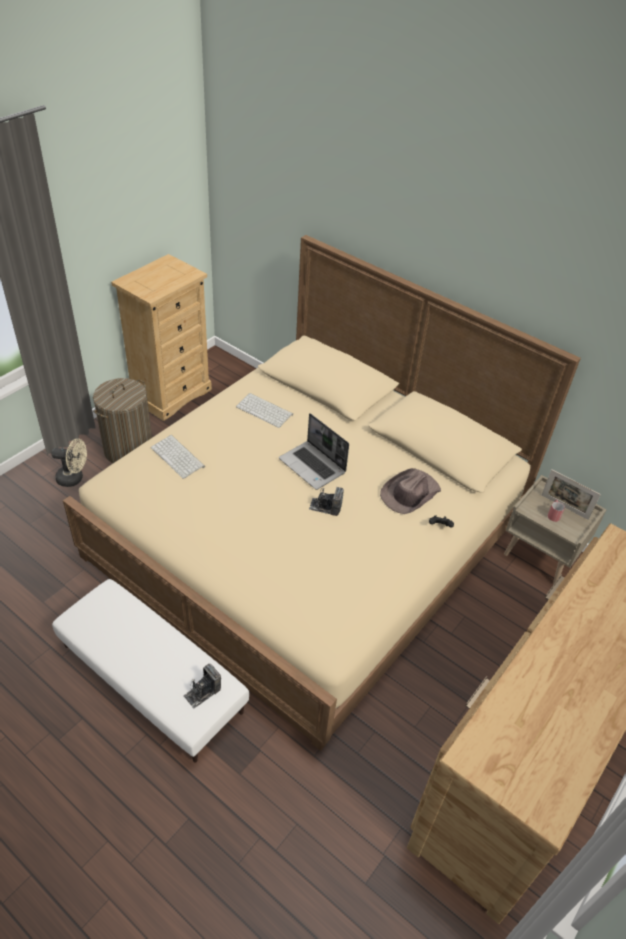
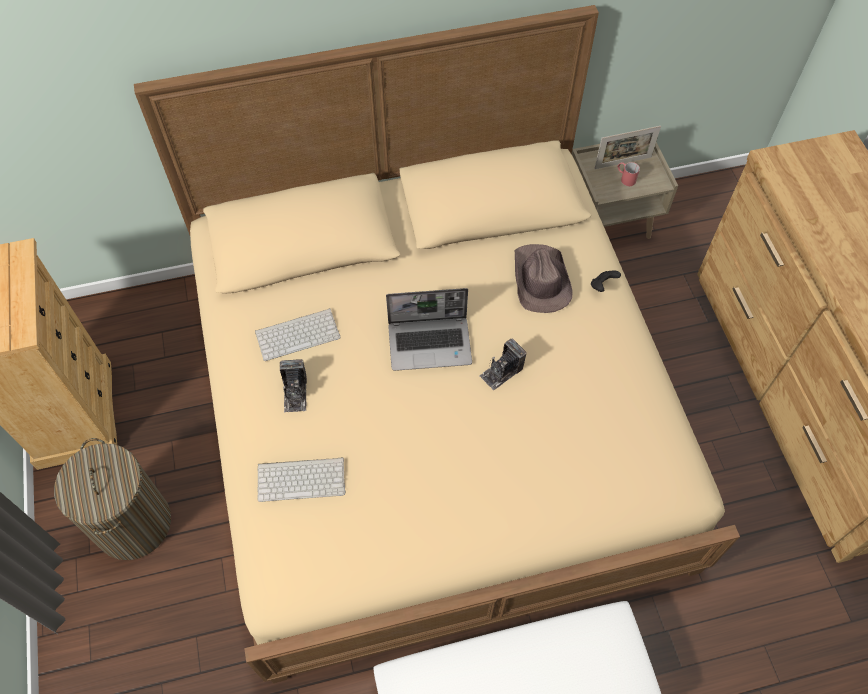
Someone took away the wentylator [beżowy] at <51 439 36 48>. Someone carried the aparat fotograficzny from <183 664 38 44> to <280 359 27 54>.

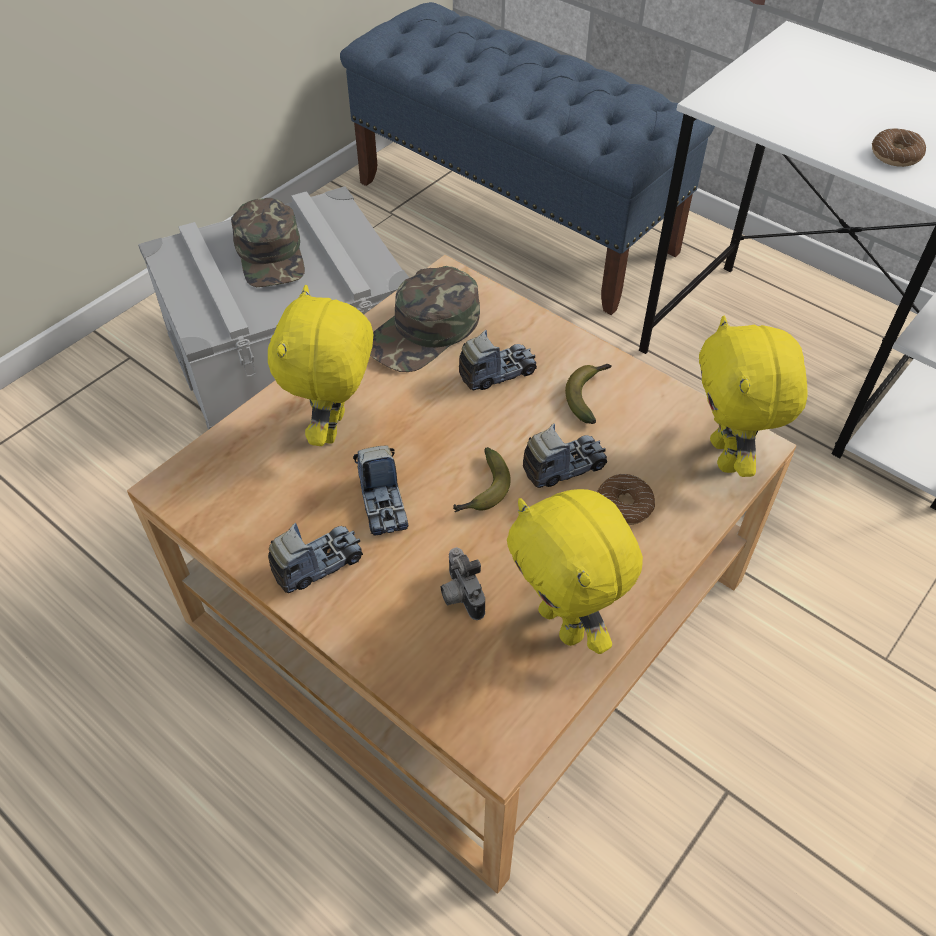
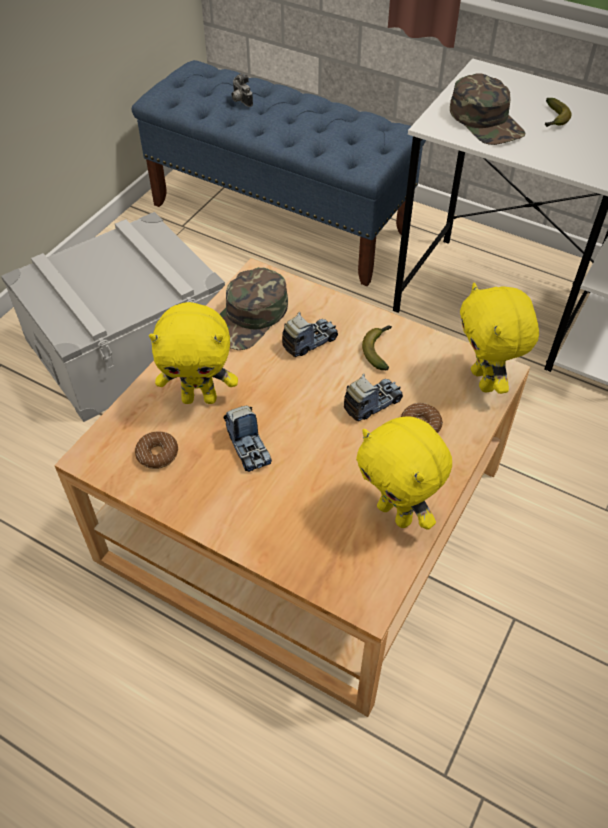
Someone carried the donut from <872 129 54 38> to <135 431 43 38>. Someone carried the czapka z daszkiem [zielony] from <231 198 74 89> to <450 73 75 72>. Someone rotated the pluszak [żółty] at <268 285 105 161> by 90 degrees counterclockwise. Someone carried the banan from <453 447 58 65> to <545 98 27 29>. Someone took away the ciężarówka zabawkowa at <268 523 95 70>. Someone carried the aparat fotograficzny from <440 547 45 73> to <231 73 22 34>.

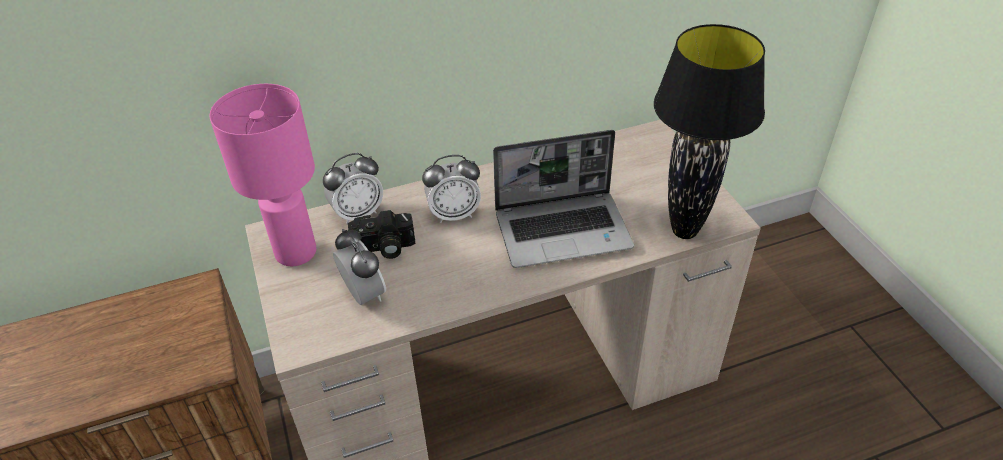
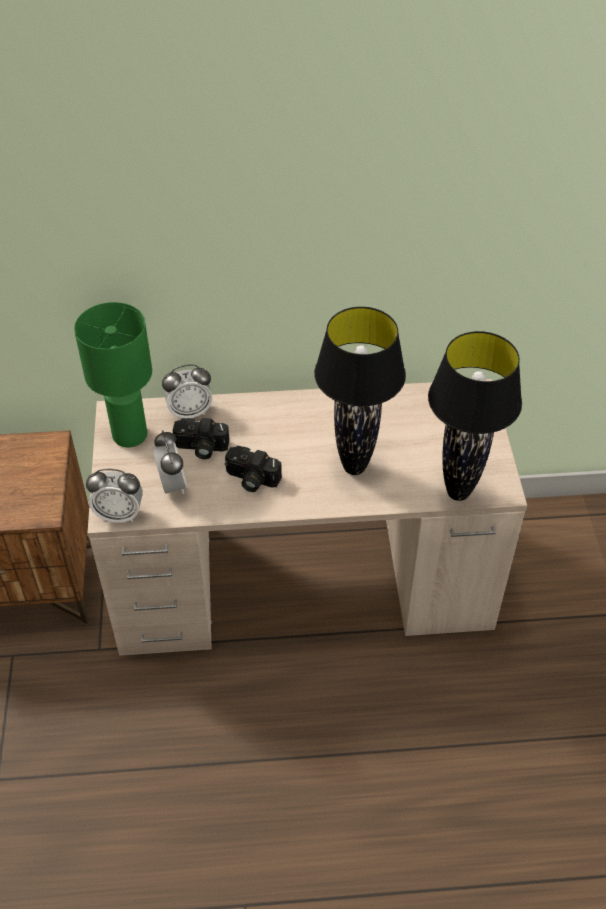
Someone repainted the lampa stołowa [różowy] at <209 84 108 182>, which became the lampa stołowa [zielony] at <74 302 78 145>. Someone swapped the laptop at <493 130 141 138> for the lampa stołowa [czarny] at <314 307 92 168>. Someone carried the budzik from <422 155 59 68> to <86 469 57 54>. Someone put down the aparat fotograficzny at <225 446 57 46>.

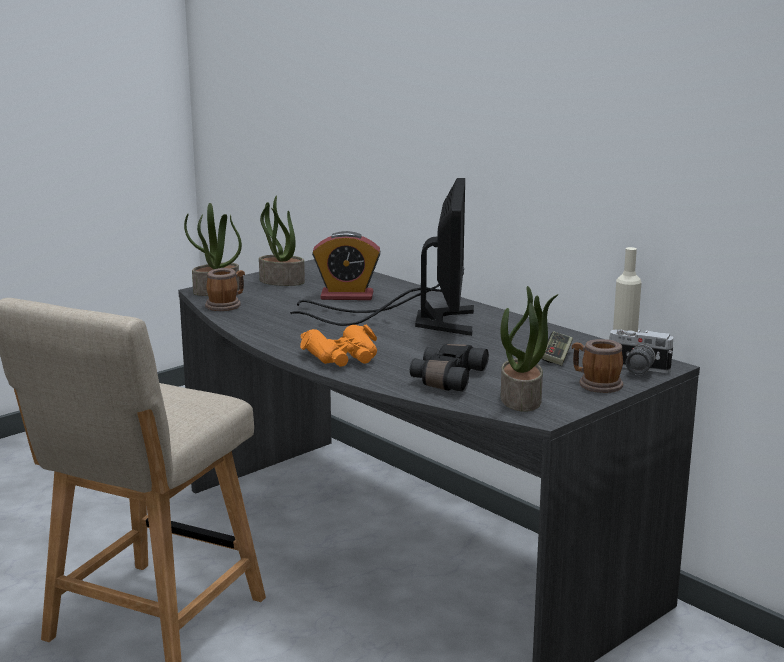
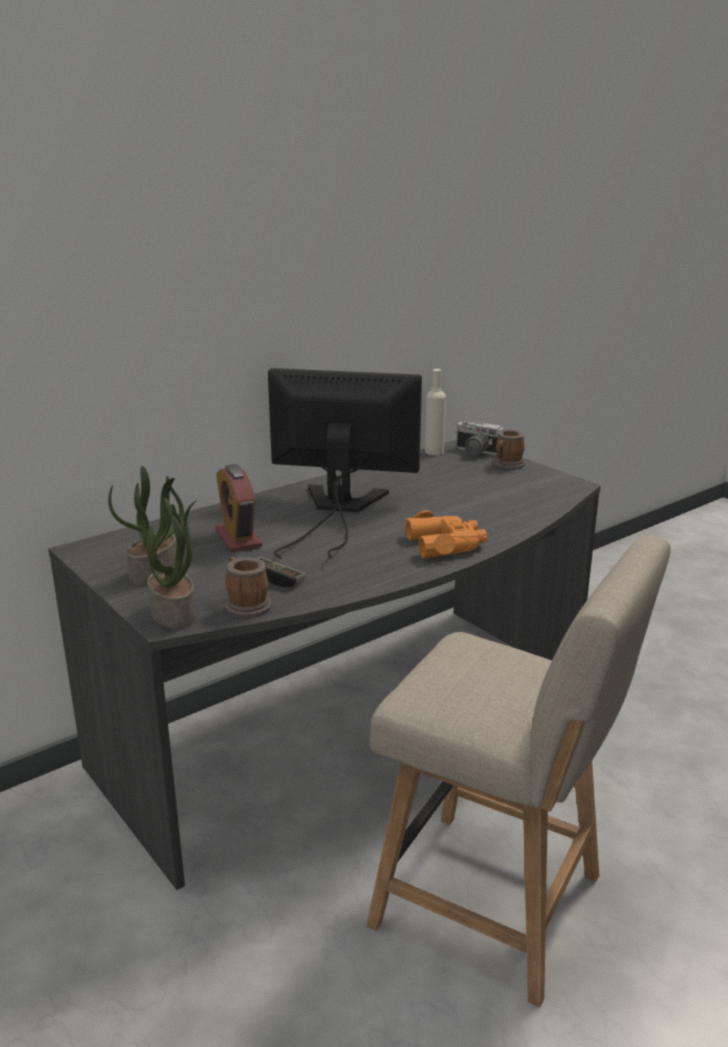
Someone rotated the budzik at <312 231 69 69> by 150 degrees clockwise. Someone took away the roślina doniczkowa at <501 286 58 126>. Someone rotated the aparat fotograficzny at <609 330 64 45> by 90 degrees clockwise. Someone carried the pad do gier from <541 331 32 35> to <256 557 50 30>. Someone took away the lornetka [czarny] at <410 344 79 48>.

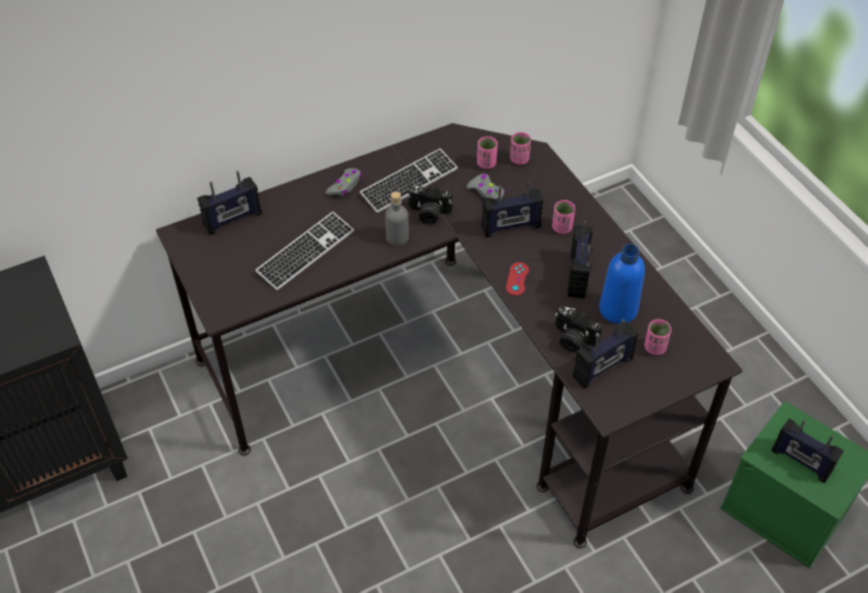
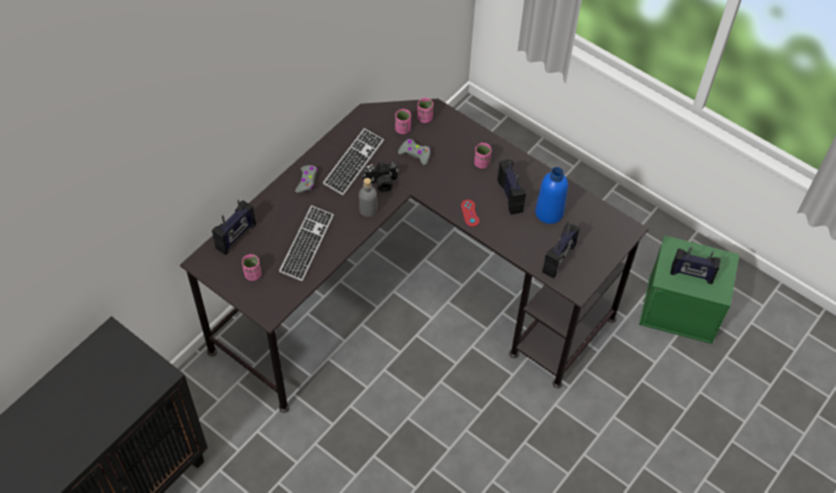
Someone took away the radio at <481 181 62 56>. Someone took away the aparat fotograficzny at <555 306 47 47>. Someone carried the filiżanka [różowy] from <644 319 28 36> to <242 254 19 27>.

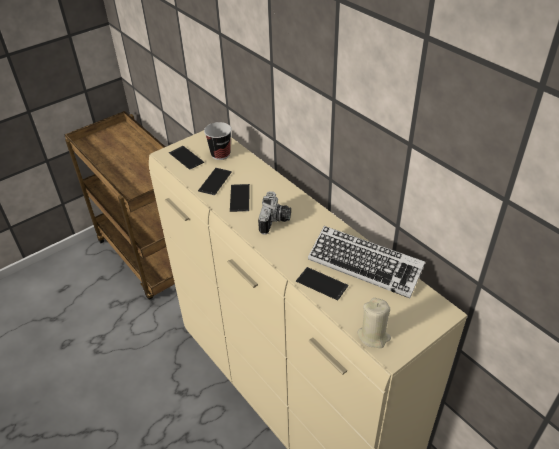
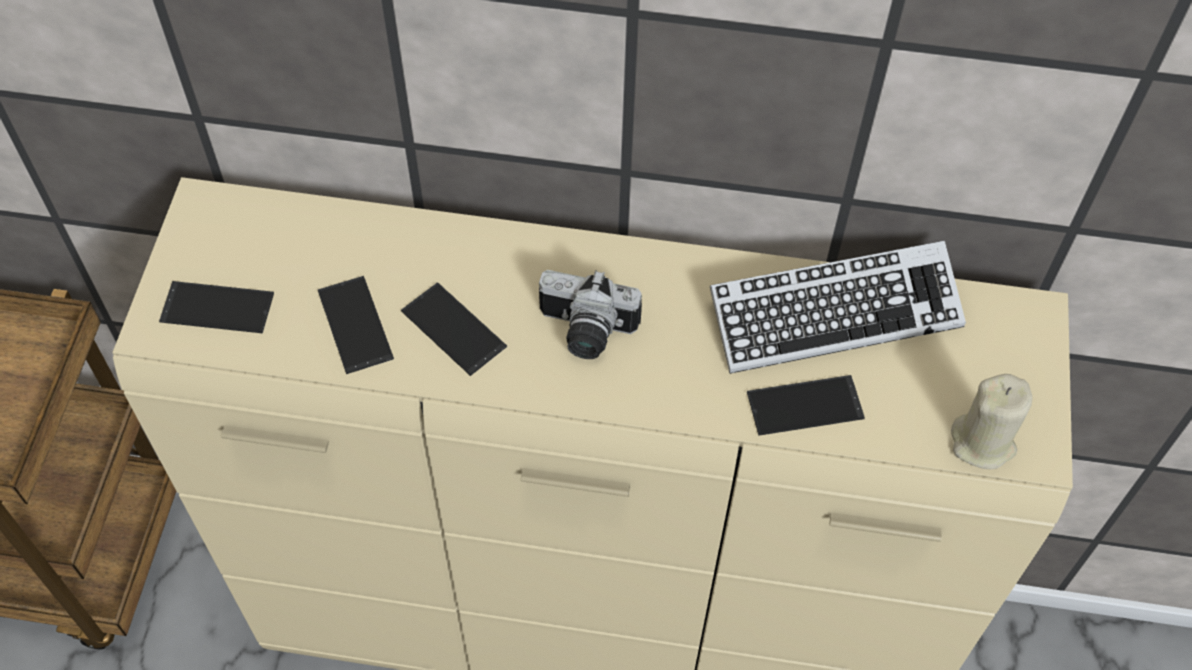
Someone took away the filiżanka at <204 122 28 38>. Someone rotated the aparat fotograficzny at <258 191 33 44> by 135 degrees clockwise.

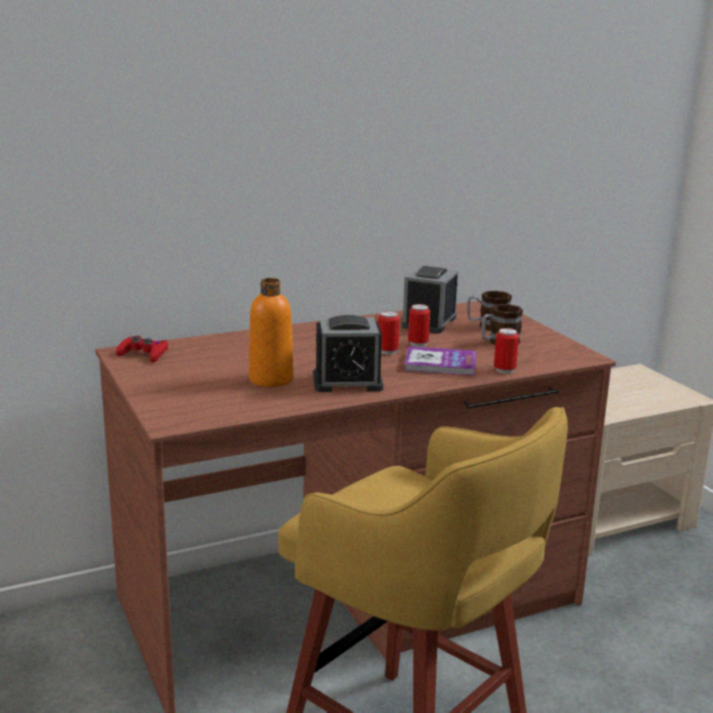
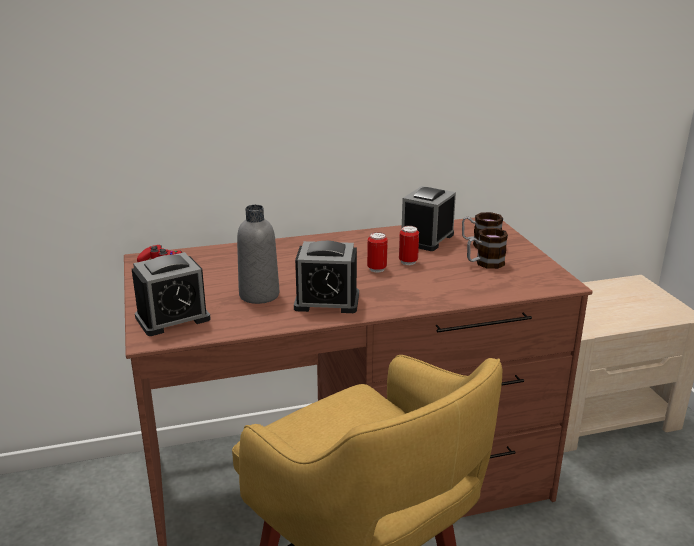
Someone repainted the butelka [pomarańczowy] at <249 278 44 109>, which became the butelka [szary] at <237 205 42 99>. Someone took away the puszka at <494 328 25 46>. Someone took away the książka at <404 346 72 30>. Someone put down the budzik at <132 252 79 84>.

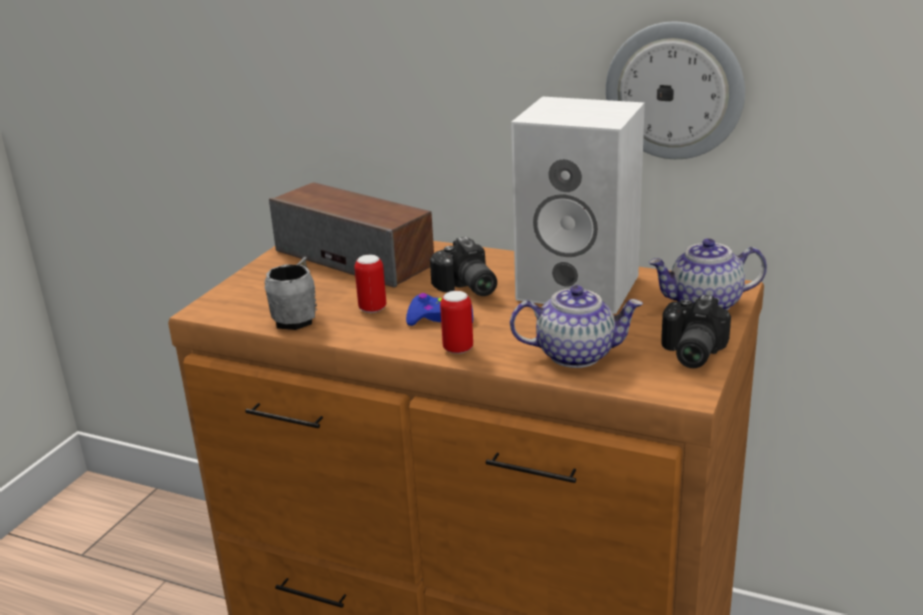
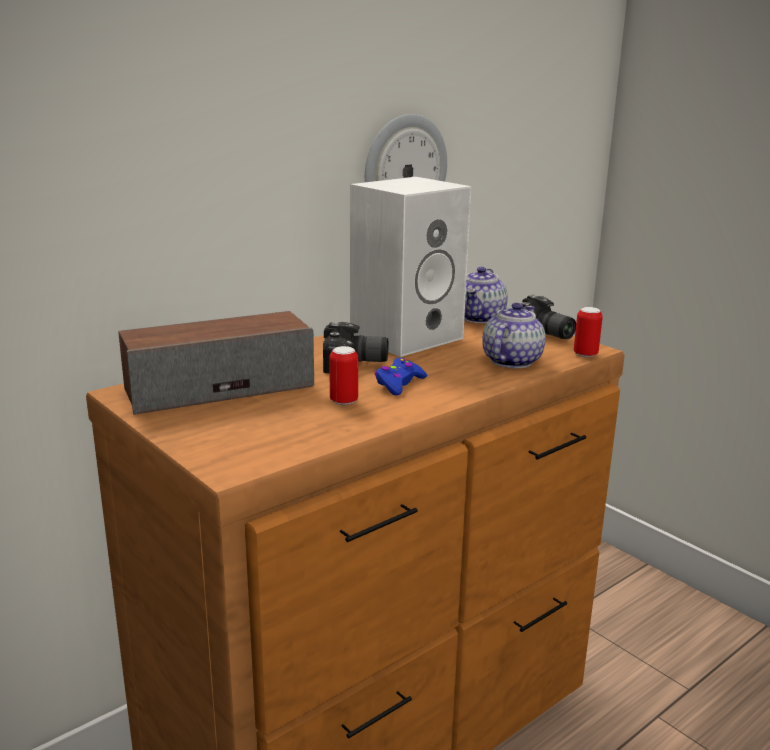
Someone took away the kubek [szary] at <265 257 52 73>. Someone carried the puszka from <440 291 33 63> to <574 307 29 50>.

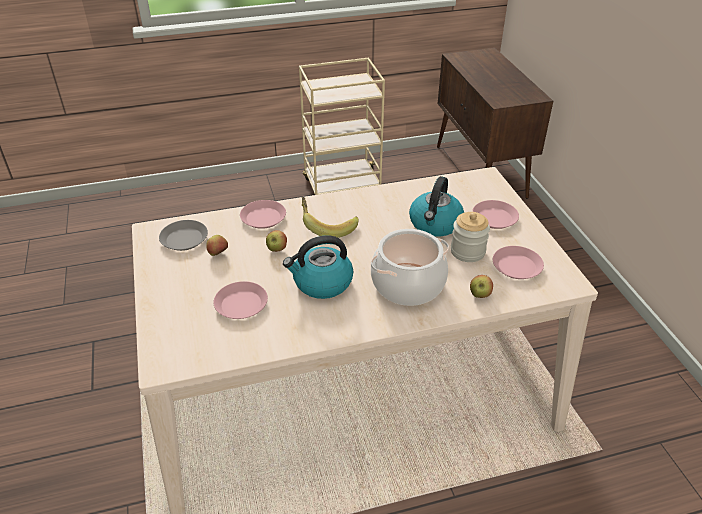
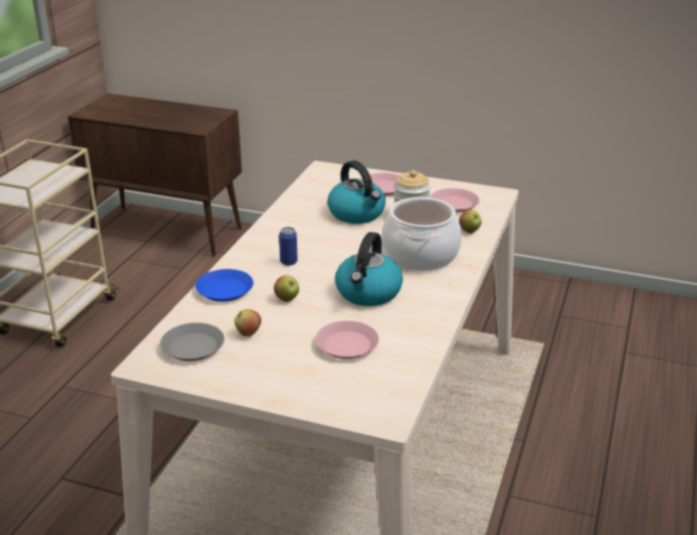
Someone swapped the banan at <302 197 57 41> for the puszka at <279 227 19 39>. Someone repainted the talerz [różowy] at <240 200 46 29>, which became the talerz [niebieski] at <195 269 58 33>.

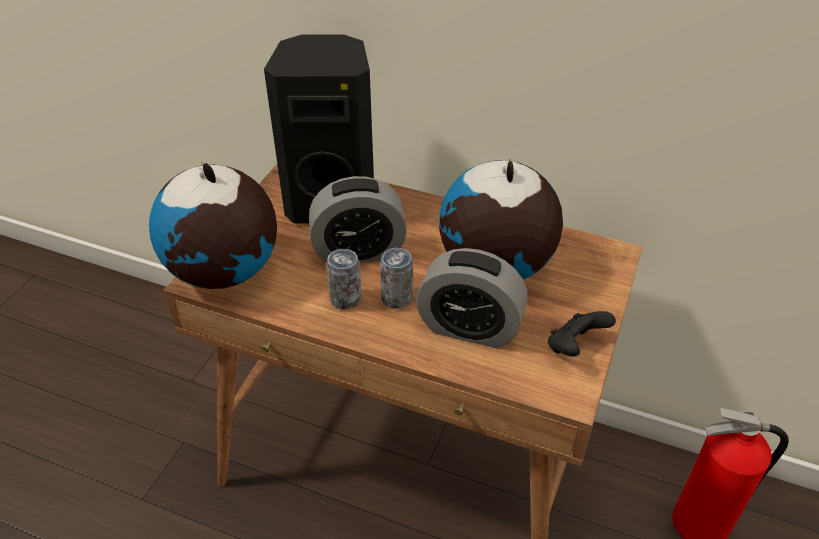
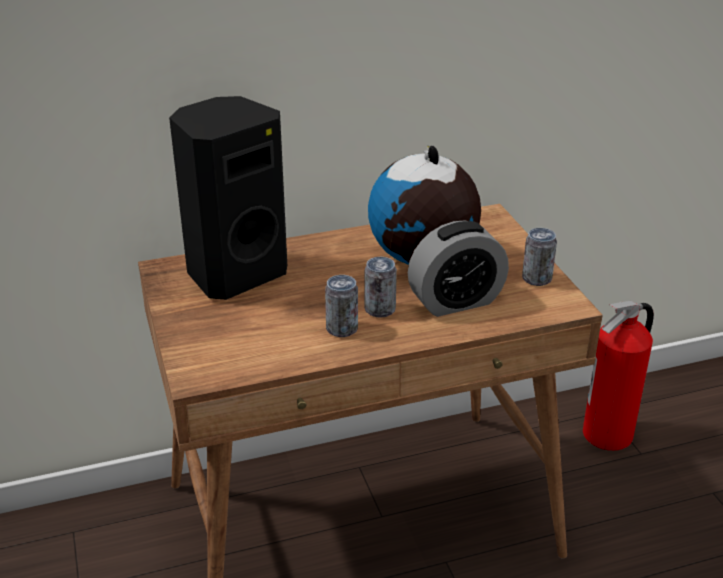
Someone took away the globus at <149 162 128 127>. Someone took away the budzik at <309 176 98 87>. Someone swapped the pad do gier [czarny] at <548 311 68 45> for the puszka at <522 228 35 58>.

